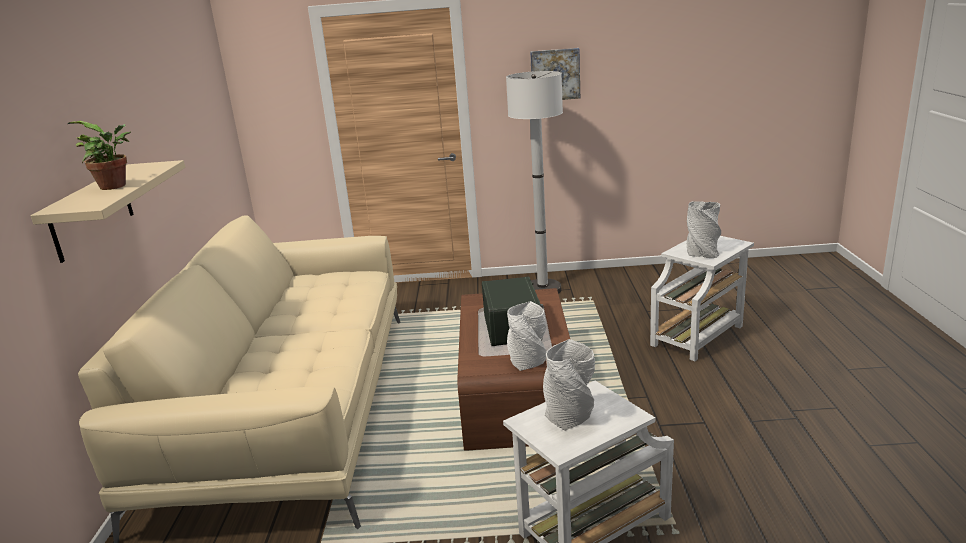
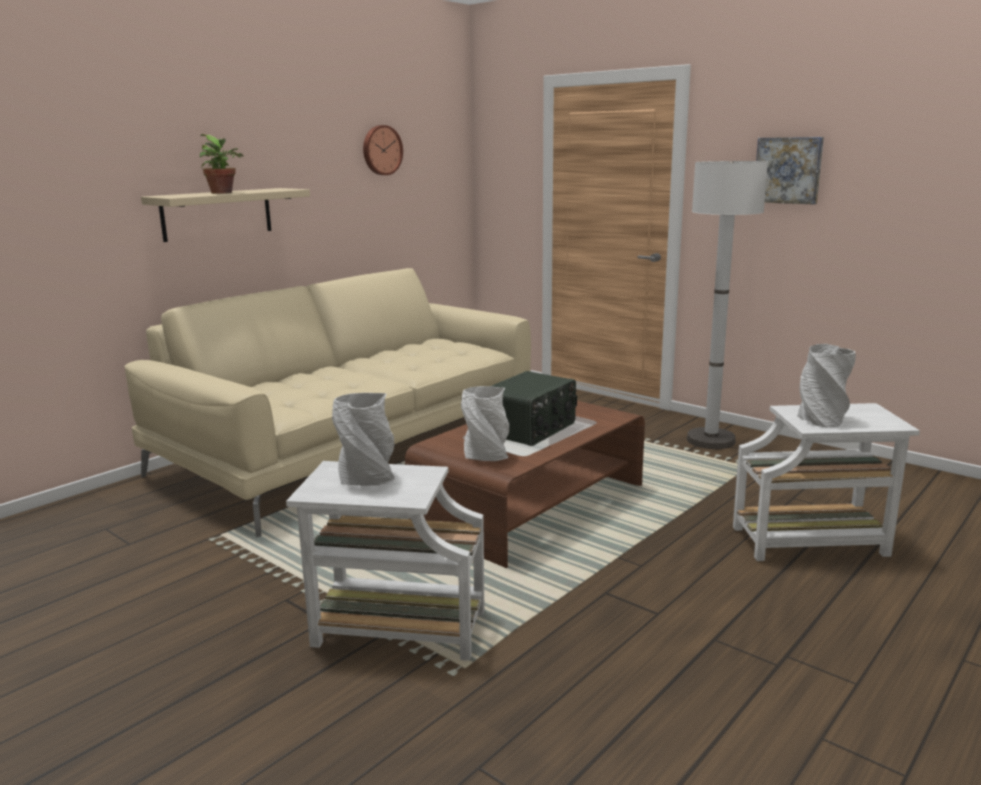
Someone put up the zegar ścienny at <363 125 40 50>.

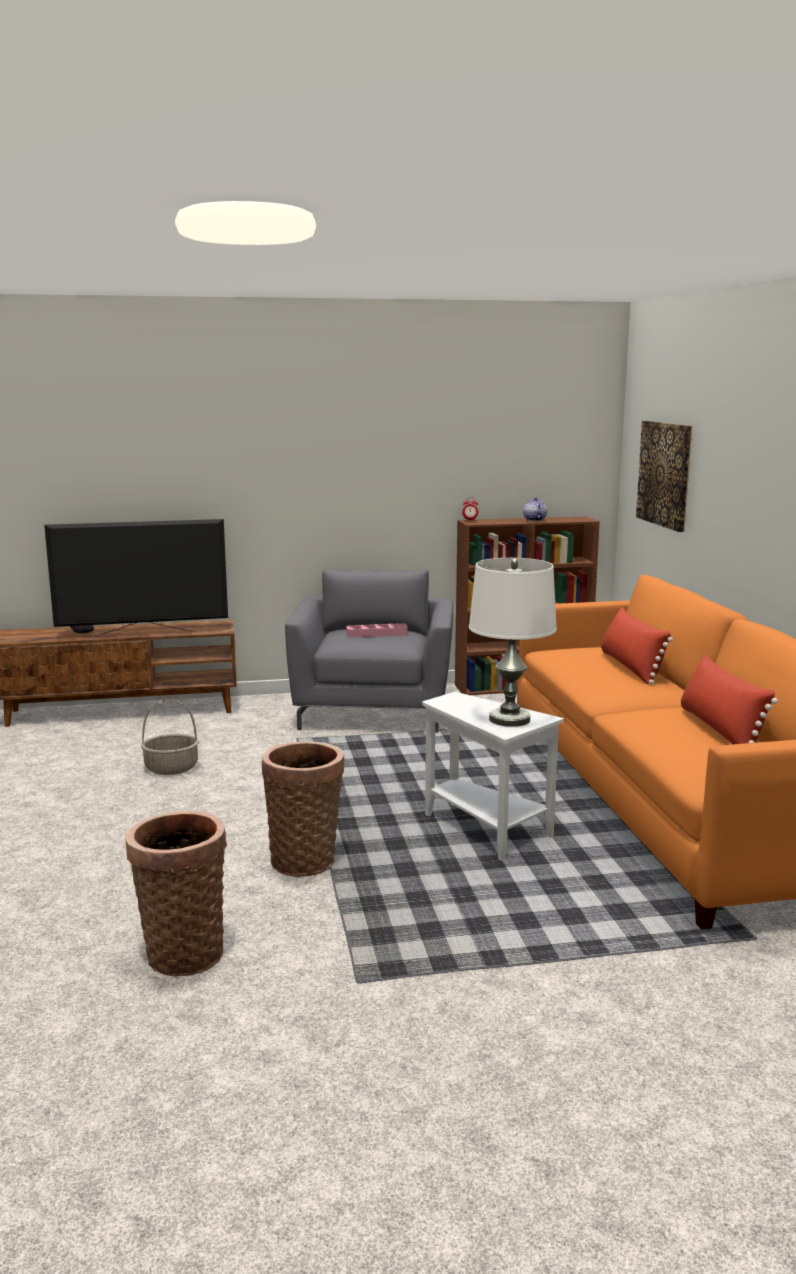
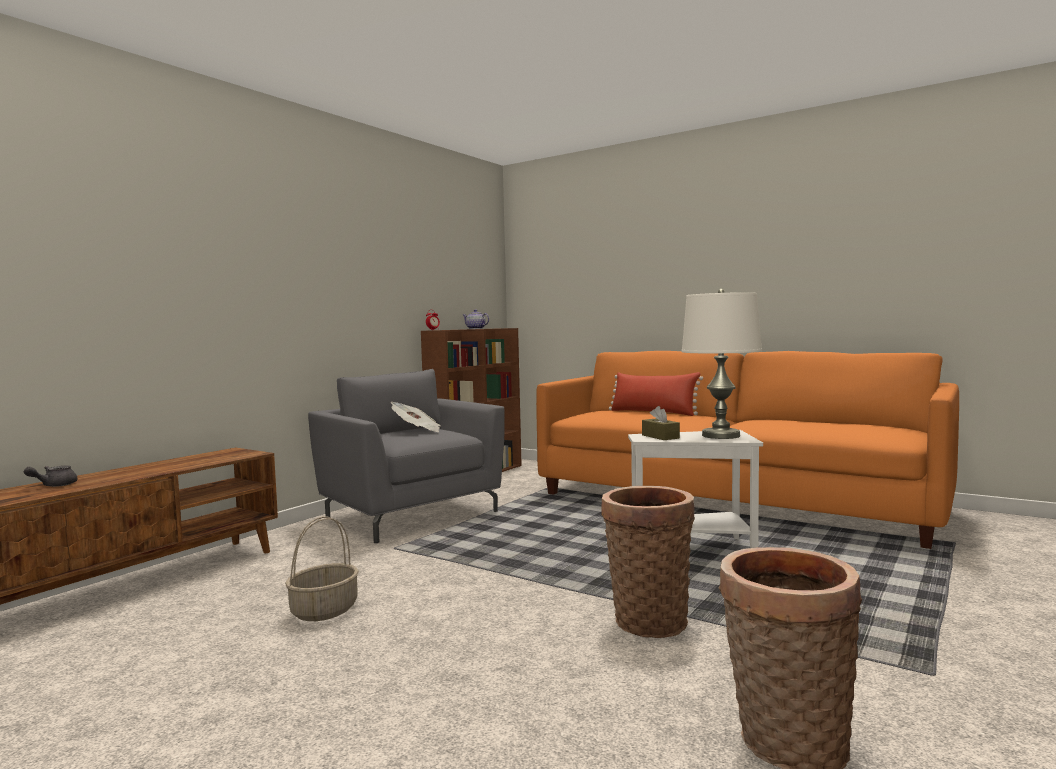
Someone took away the obraz at <636 421 56 111>. Someone took away the telewizor at <44 519 184 119>. Someone swapped the taca [różowy] at <346 623 61 14> for the gazeta at <391 402 49 30>. Someone took away the poduszka [czerwony] at <681 655 97 89>. Someone put down the pudełko chusteczek [brązowy] at <642 406 38 34>.

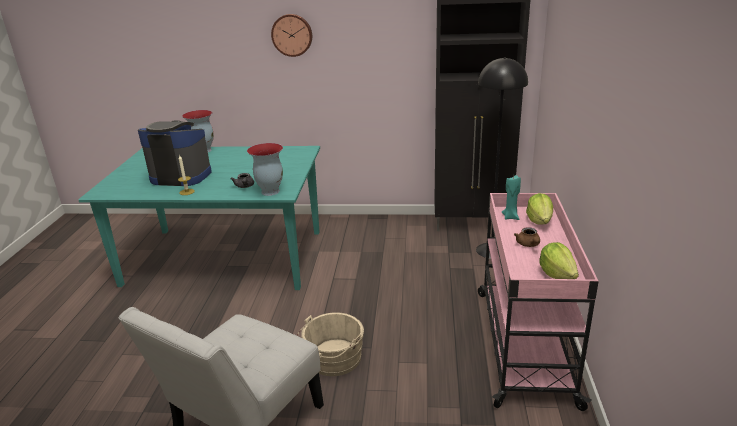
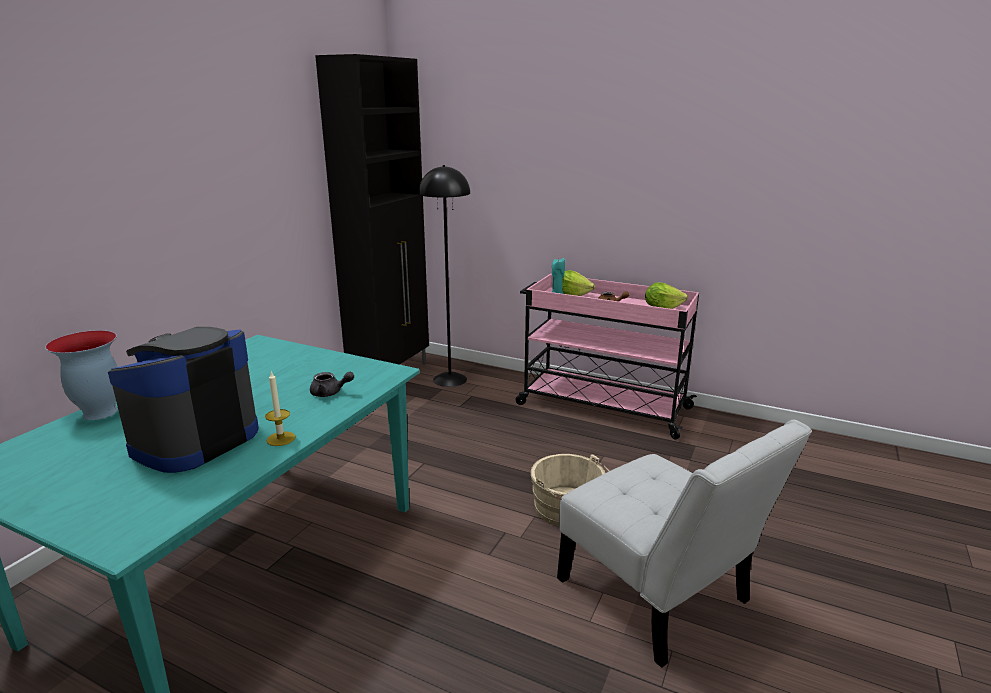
Someone took away the zegar ścienny at <271 14 41 43>. Someone took away the wazon at <247 143 36 53>.

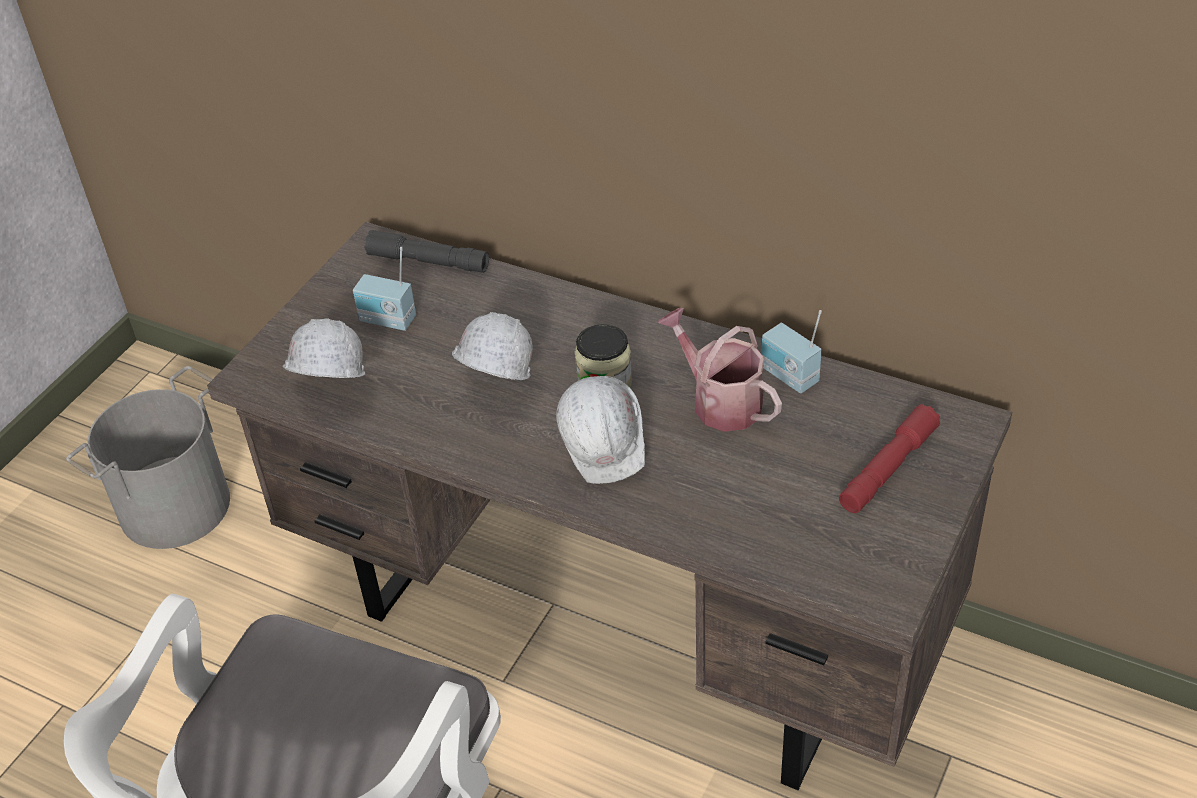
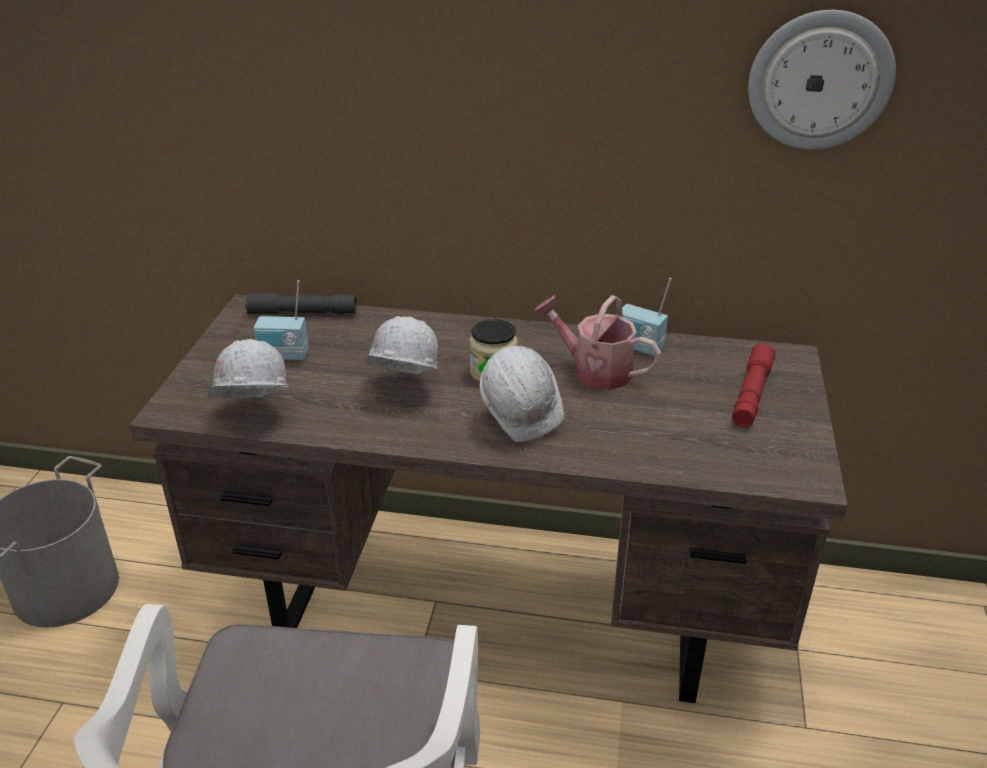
Someone put up the zegar ścienny at <748 10 148 140>.

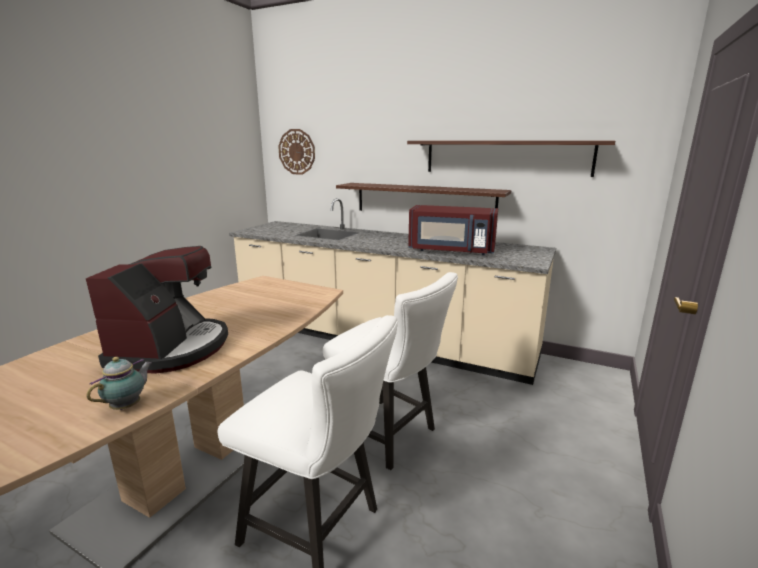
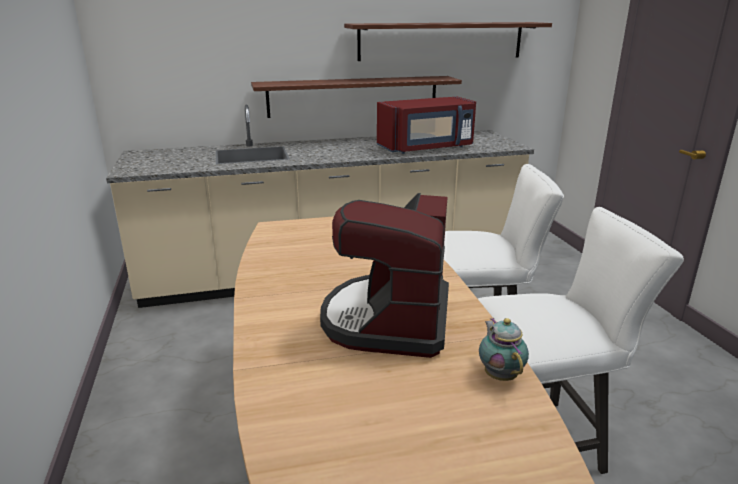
Someone took away the zegar ścienny at <278 129 37 46>. Someone rotated the ekspres do kawy at <86 246 142 128> by 135 degrees counterclockwise.

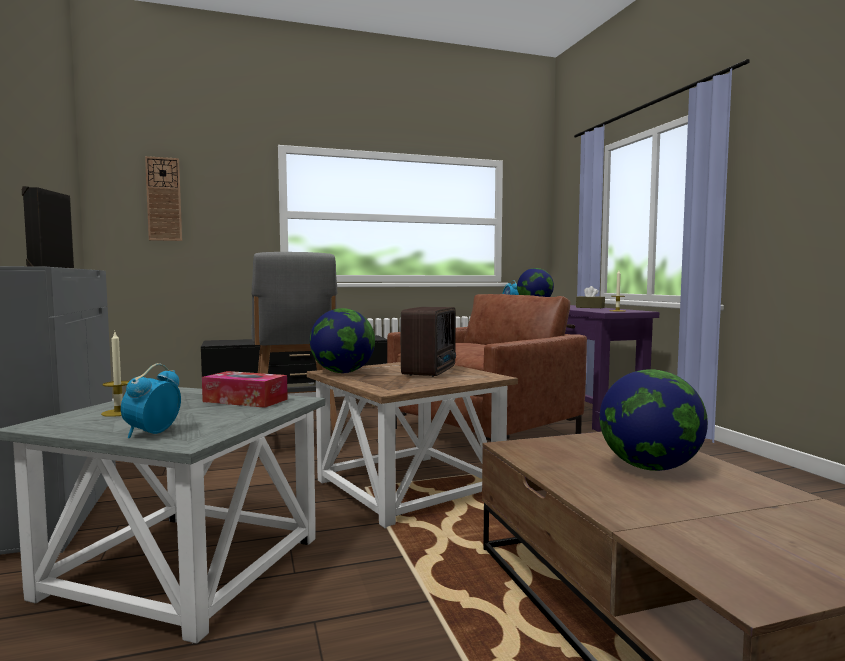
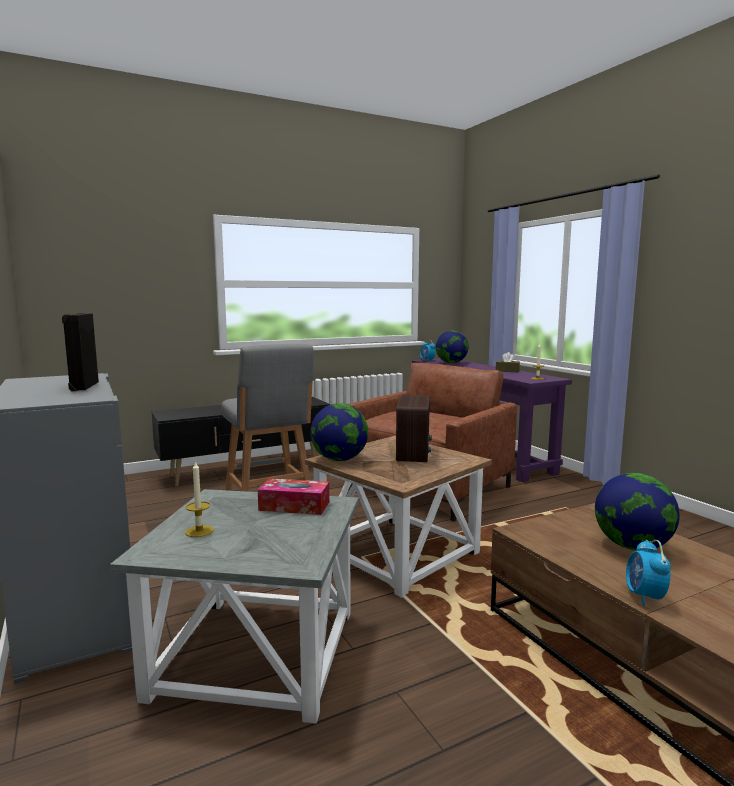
Someone took away the zegar ścienny at <145 156 37 85>. Someone carried the budzik from <121 363 60 75> to <626 540 45 66>.

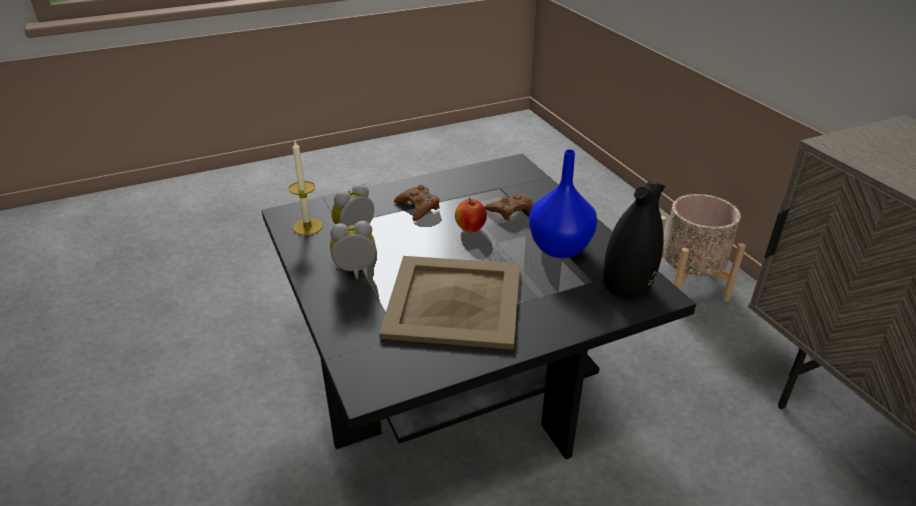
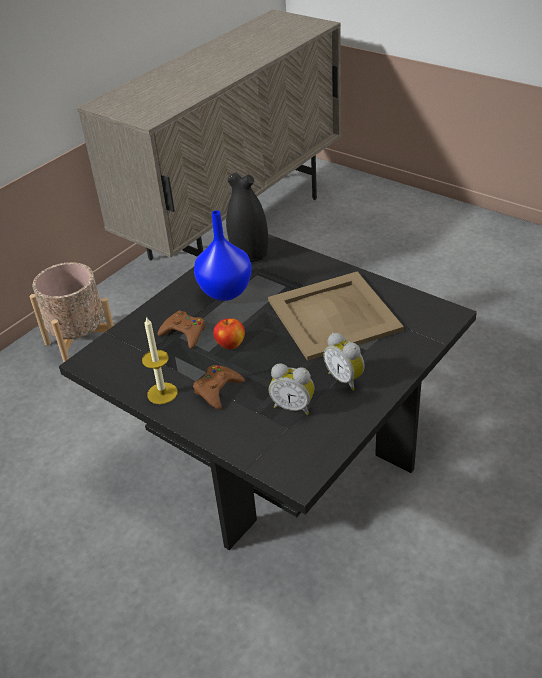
Someone carried the świeca from <289 141 34 94> to <142 316 36 88>.

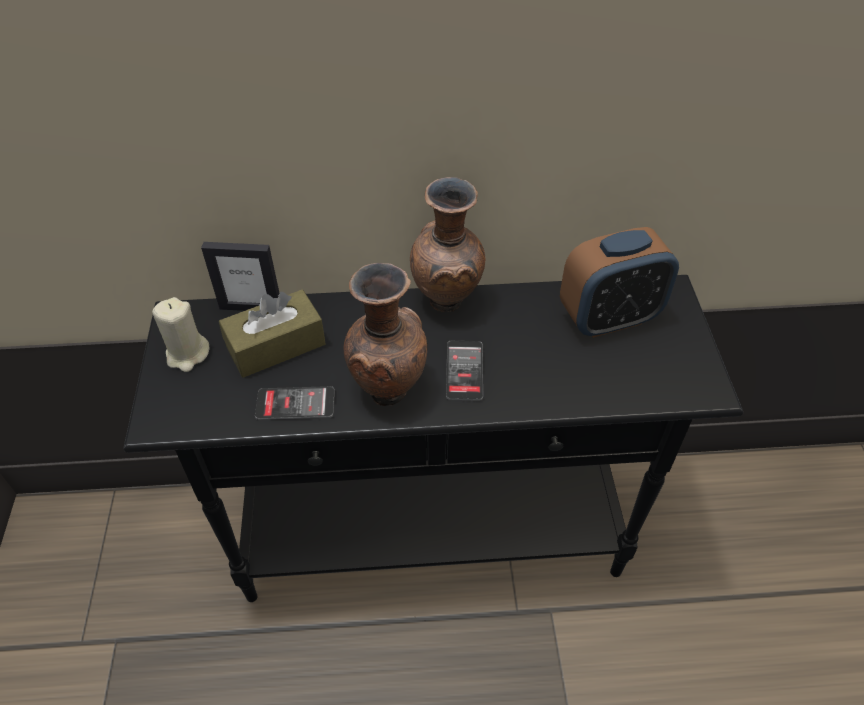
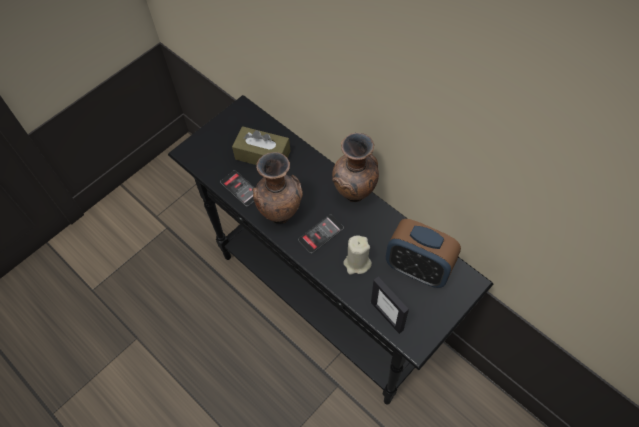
Someone carried the ramka na zdjęcie from <201 242 78 69> to <371 277 38 57>. Someone carried the świeca [beżowy] from <152 297 58 75> to <343 235 29 40>.

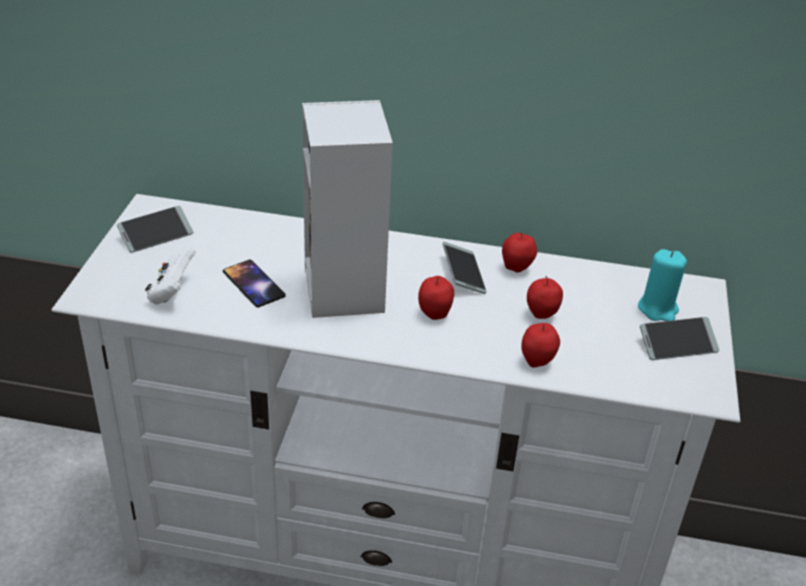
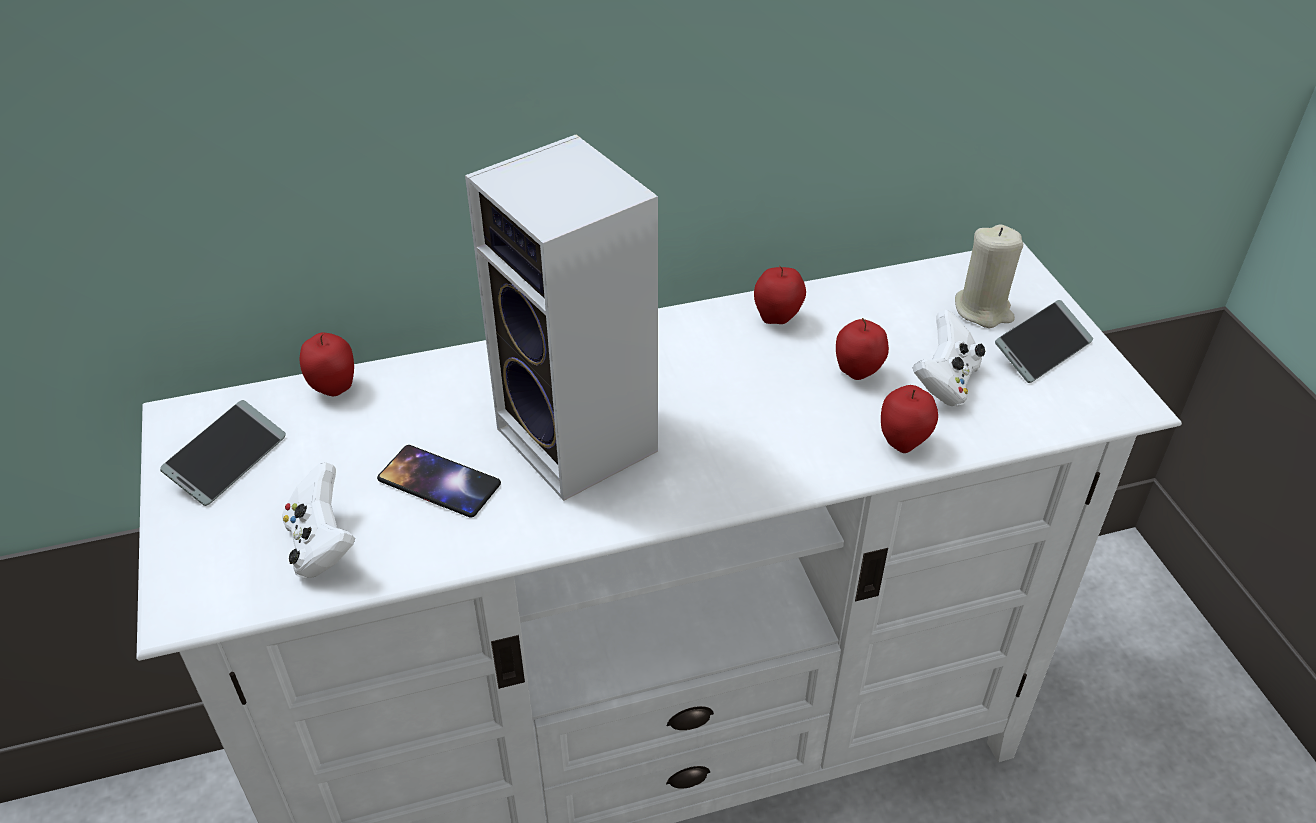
Someone took away the telefon at <443 242 43 52>. Someone repainted the świeca [turkusowy] at <638 249 49 72>, which became the świeca [beżowy] at <955 224 68 104>. Someone carried the jabłko from <418 276 36 44> to <300 332 54 64>. Someone put down the pad do gier [biały] at <913 310 72 96>.

